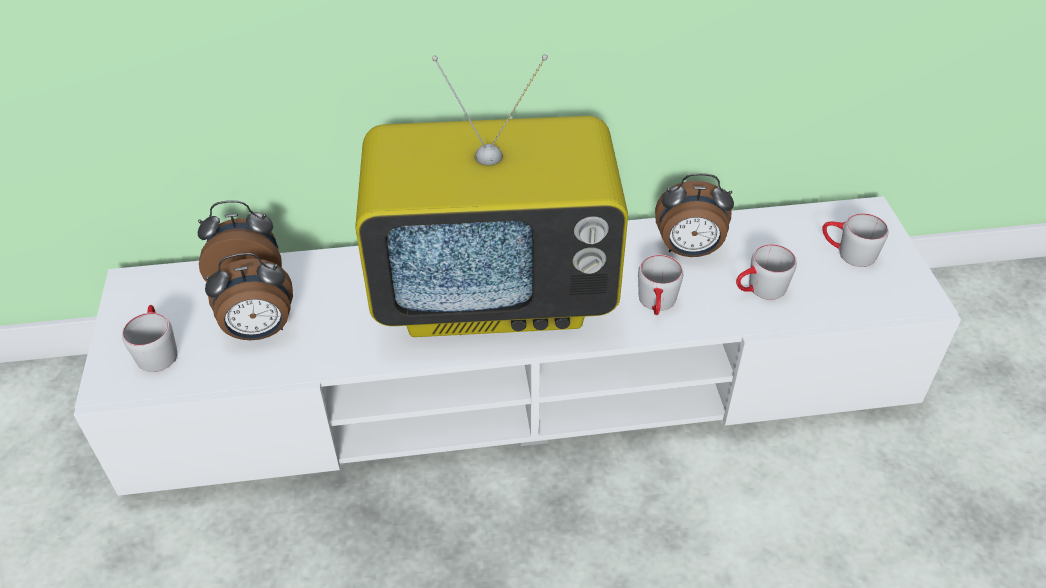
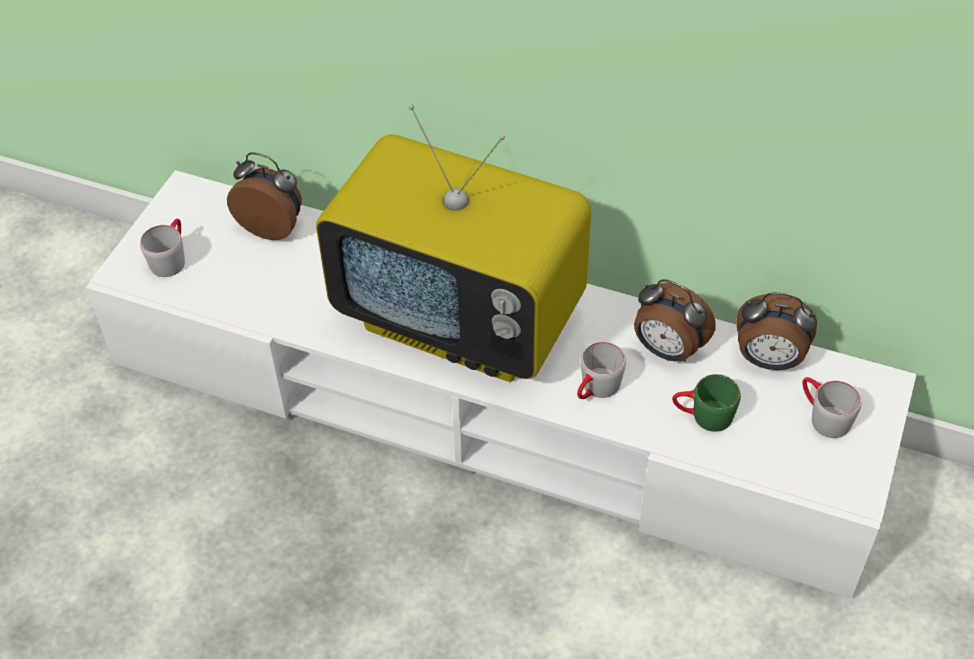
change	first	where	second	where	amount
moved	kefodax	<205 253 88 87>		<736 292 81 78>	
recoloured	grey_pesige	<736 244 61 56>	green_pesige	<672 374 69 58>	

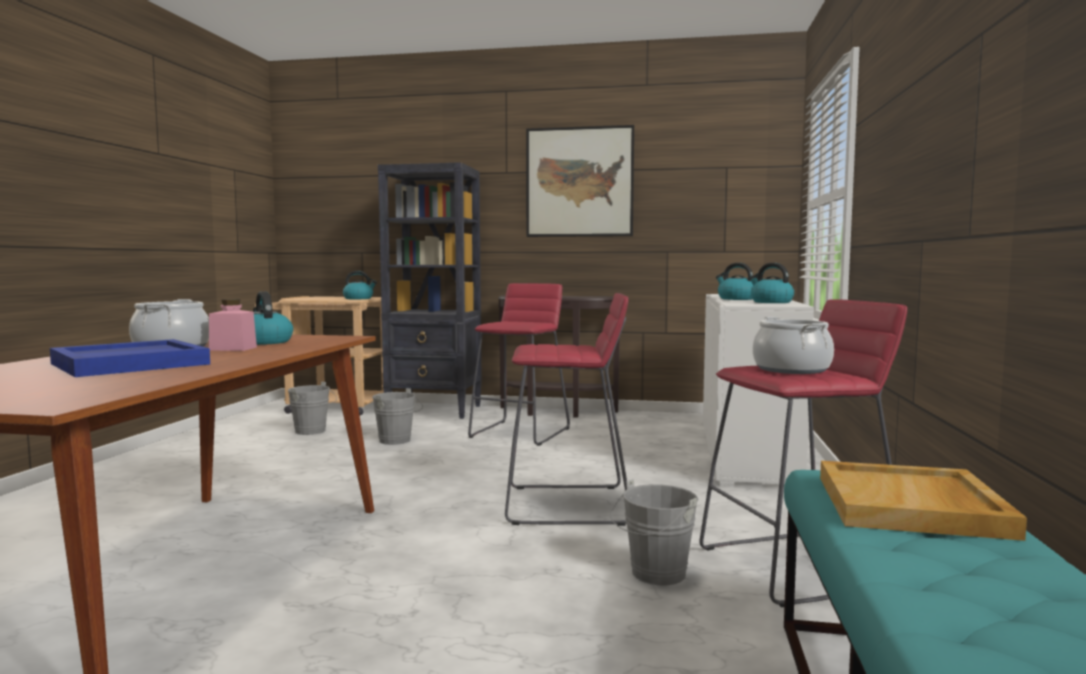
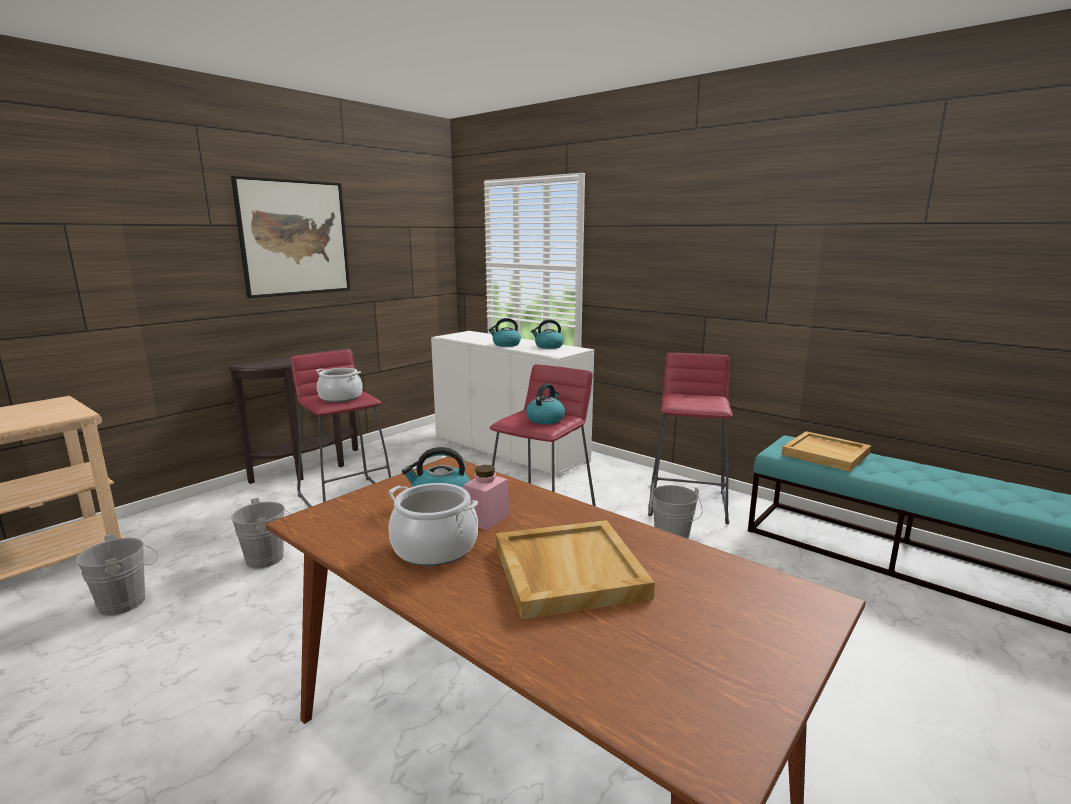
change	first	where	second	where	amount
removed	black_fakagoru	<378 162 104 257>			
moved	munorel	<343 271 34 28>		<526 383 39 41>	
moved	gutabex	<752 317 82 57>		<316 368 47 34>	
recoloured	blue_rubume	<50 339 160 38>	beige_rubume	<496 520 159 100>	

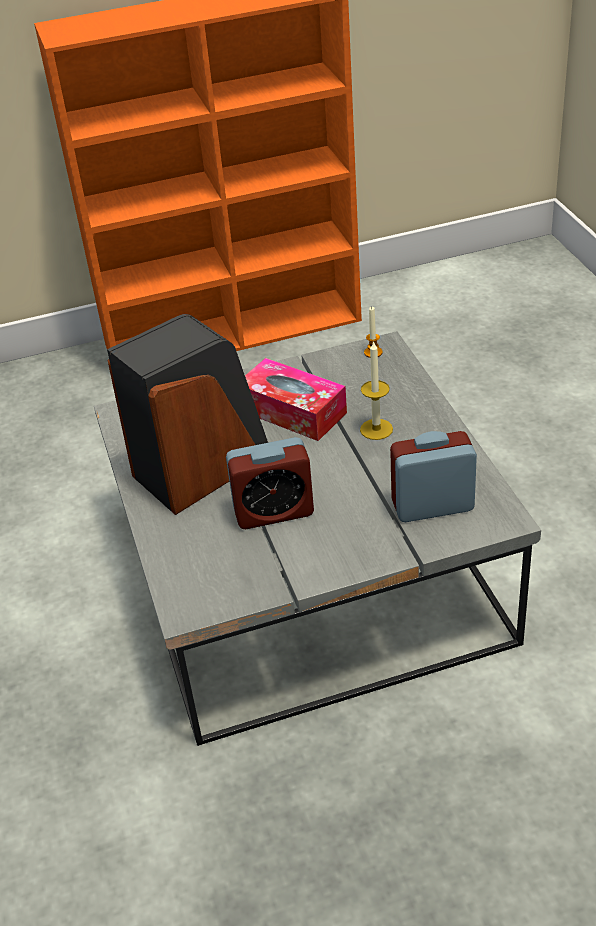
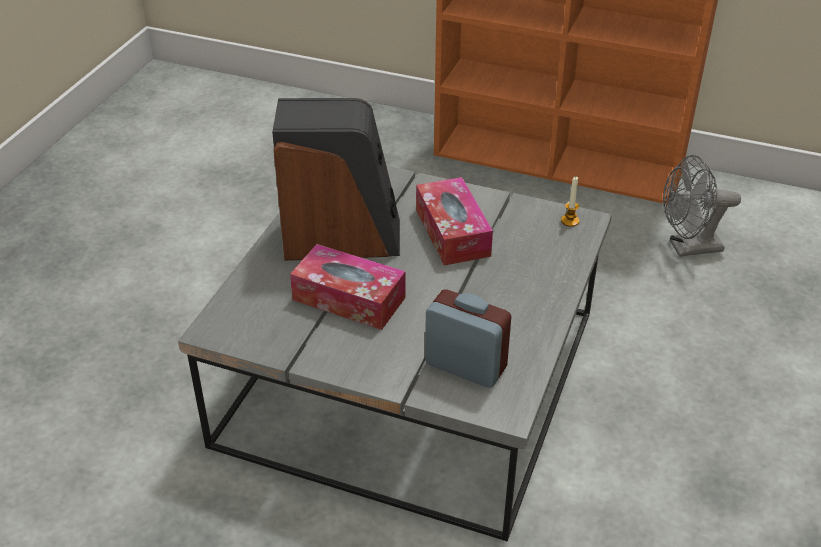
change	first	where	second	where	amount
removed	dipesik	<360 340 33 100>			
added			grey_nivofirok	<663 155 78 102>	
replaced	kefodax	<226 437 88 92>	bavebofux	<290 244 116 86>	

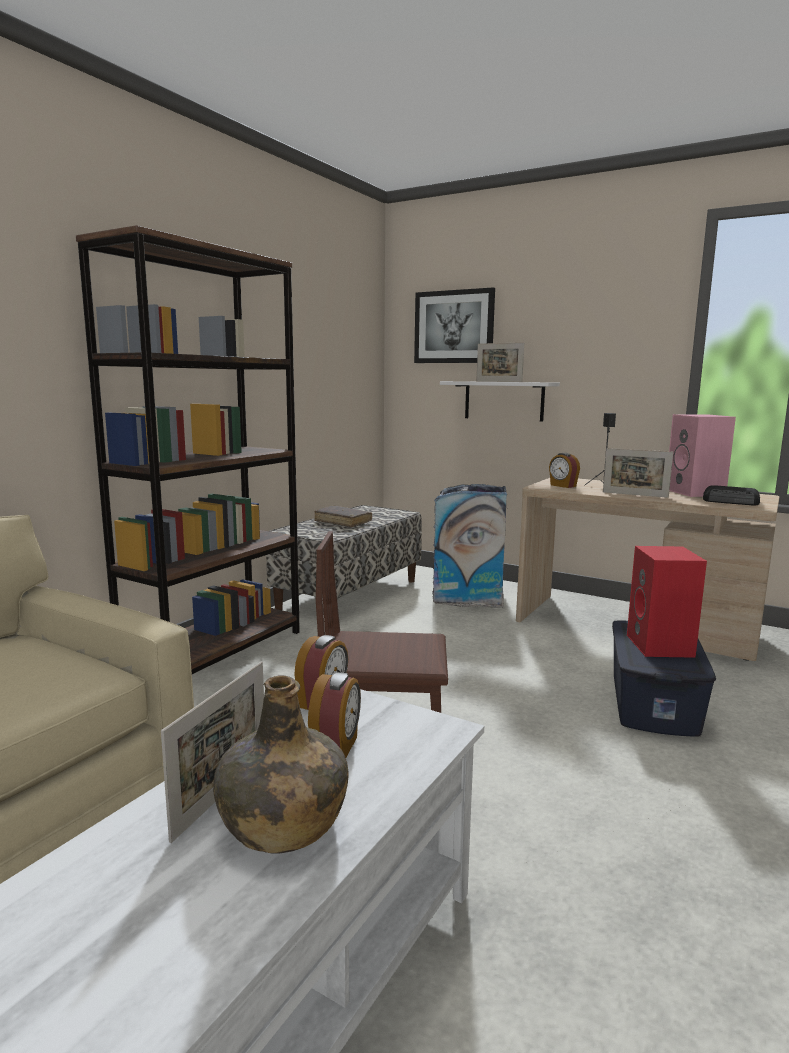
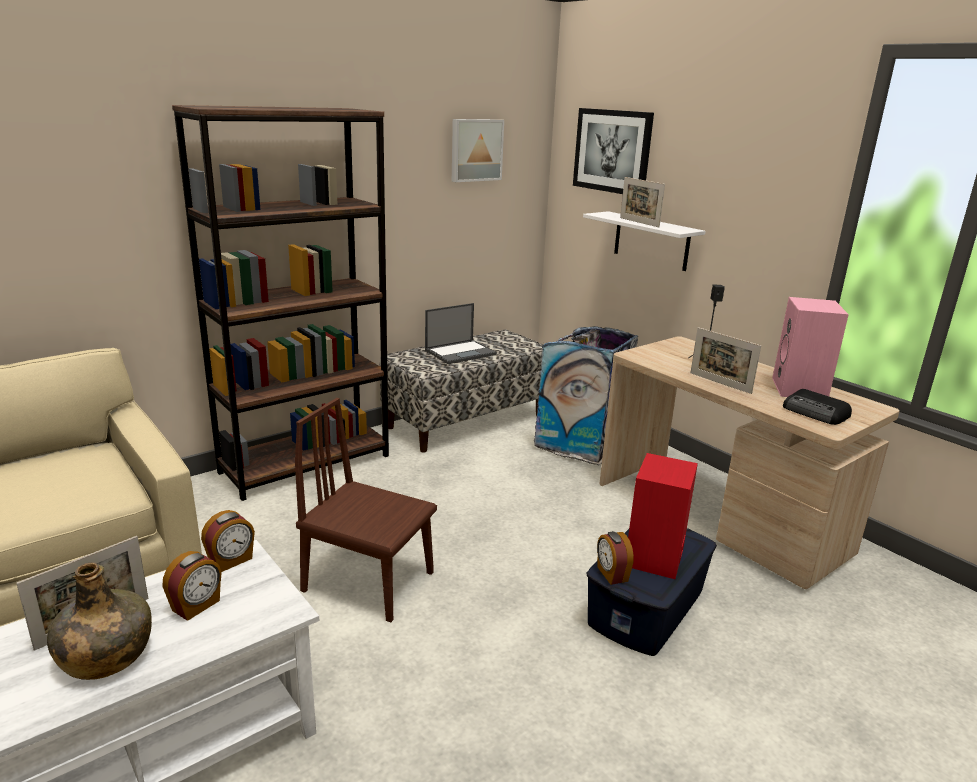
change	first	where	second	where	amount
added			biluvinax	<452 119 52 63>	
moved	kefodax	<549 453 31 35>		<597 531 37 54>	
replaced	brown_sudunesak	<314 505 58 22>	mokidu	<425 303 72 61>	

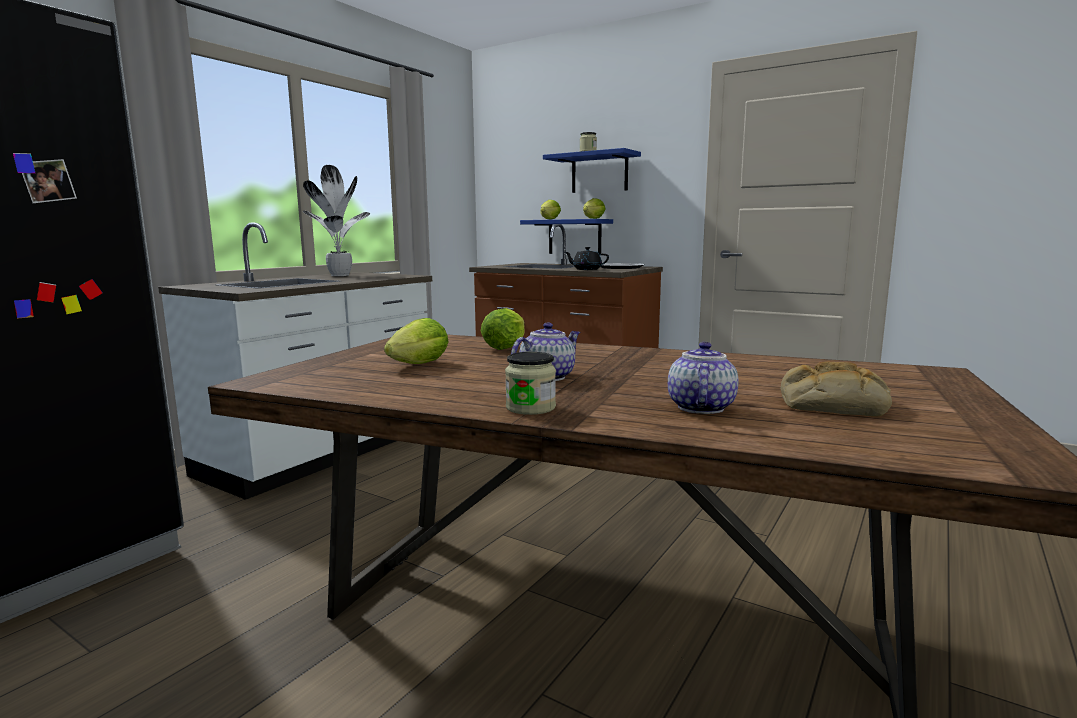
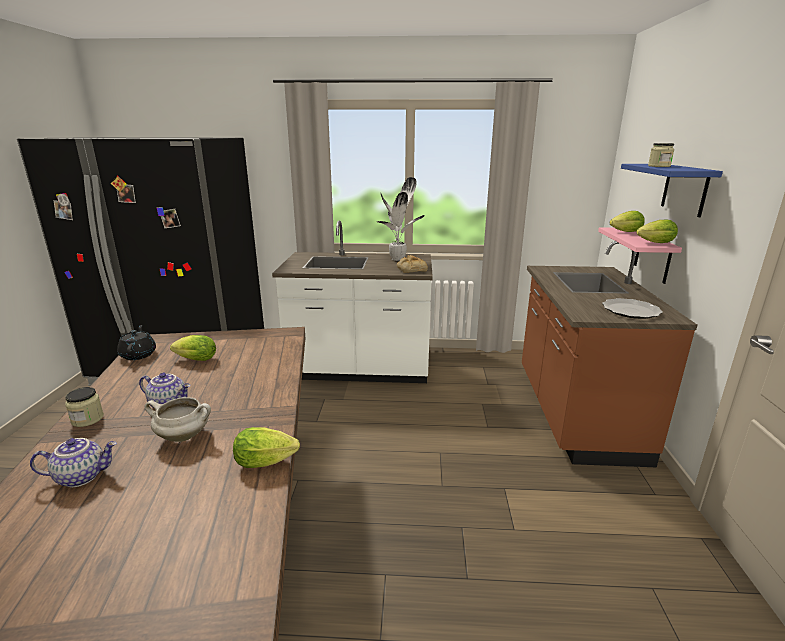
change	first	where	second	where	amount
added			white_gutabex	<145 397 66 45>	
moved	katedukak	<481 308 44 42>		<233 427 67 41>	
moved	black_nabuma	<565 247 44 23>		<117 325 39 35>	
moved	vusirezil	<780 362 112 54>		<397 255 31 18>	
recoloured	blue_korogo	<520 219 93 35>	pink_korogo	<598 227 84 57>	

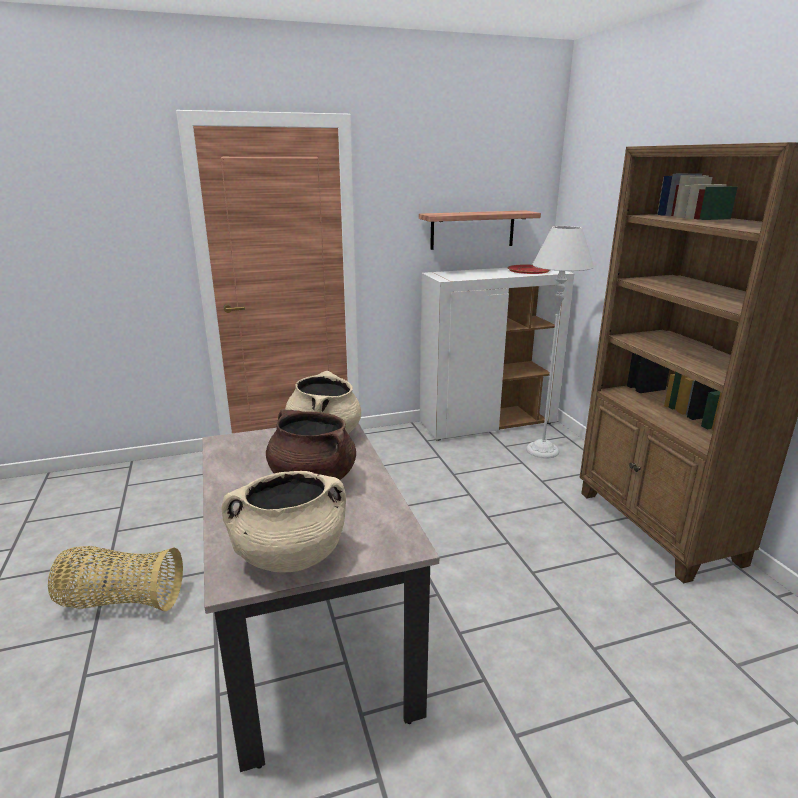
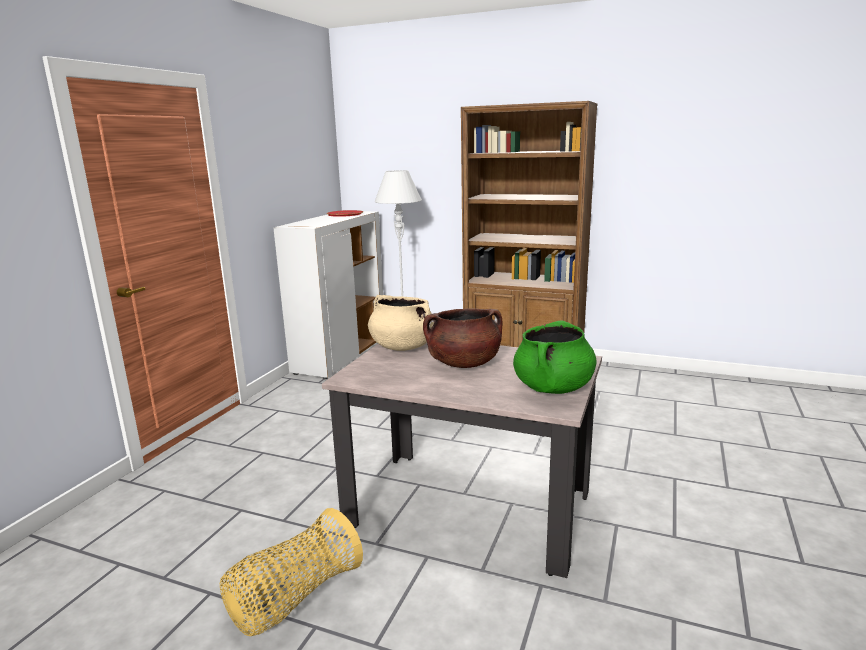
change	first	where	second	where	amount
removed	korogo	<419 210 122 40>			
recoloured	beige_gutabex	<222 471 124 102>	green_gutabex	<513 320 84 74>	

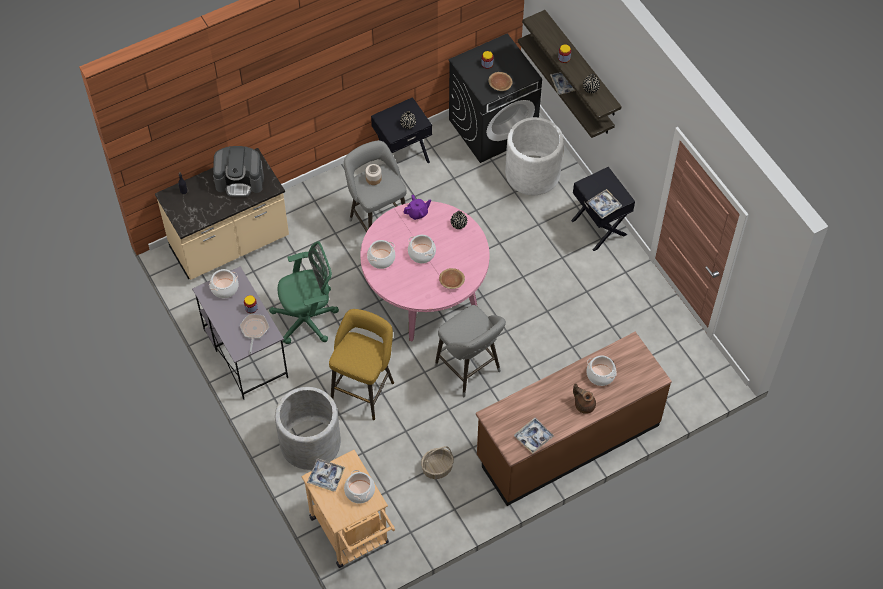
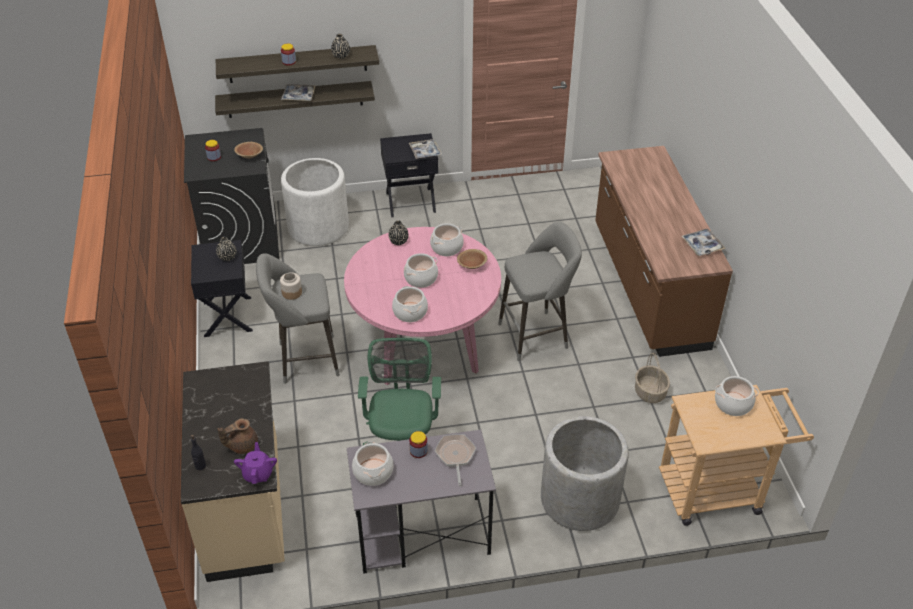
change	first	where	second	where	amount
removed	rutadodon	<213 146 51 51>			
removed	rubume	<307 458 38 33>			
removed	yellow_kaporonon	<329 309 65 111>			
moved	purple_nabuma	<404 195 27 25>		<234 442 43 42>	
moved	brown_nabuma	<573 383 23 31>		<217 418 41 36>	
moved	gutabex	<586 356 31 30>		<430 223 34 33>	
turned	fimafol	<240 314 29 40>		<435 434 41 52>	60 degrees clockwise

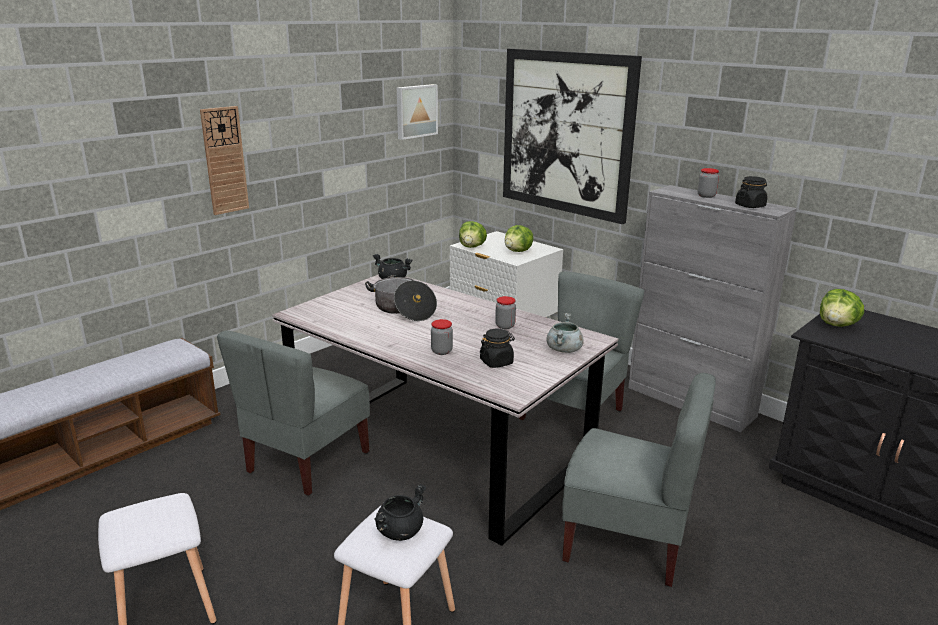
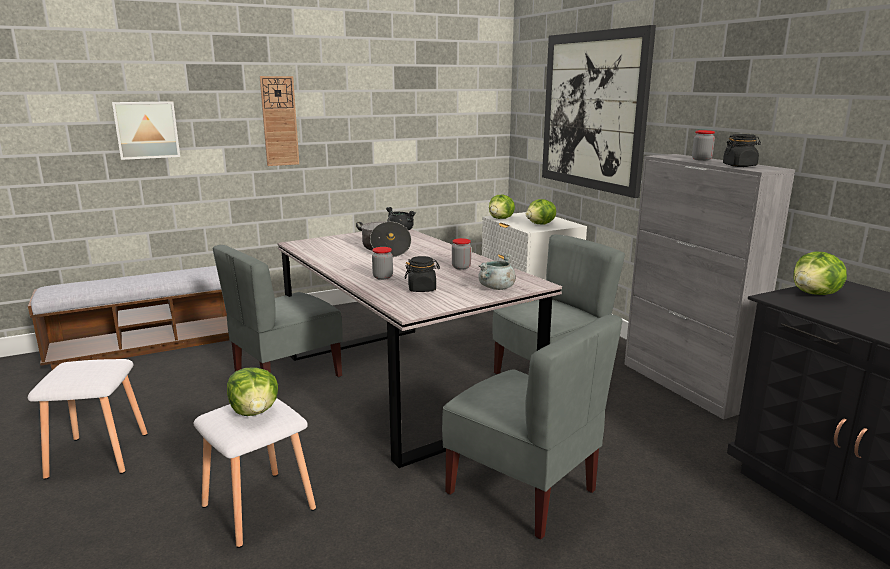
change	first	where	second	where	amount
moved	biluvinax	<397 84 41 56>		<112 101 68 59>	
replaced	black_gutabex	<375 483 51 58>	katedukak	<227 367 51 49>	

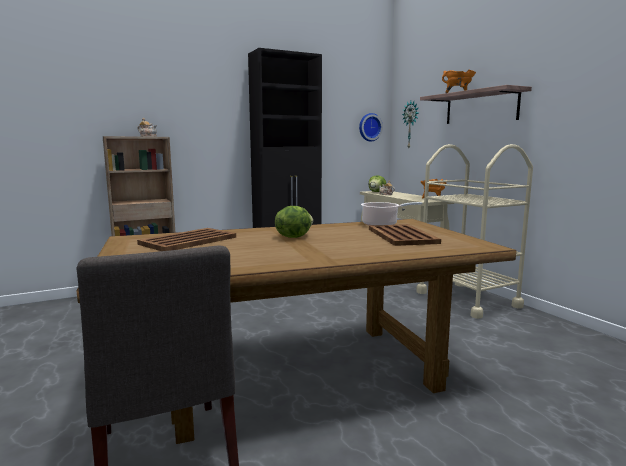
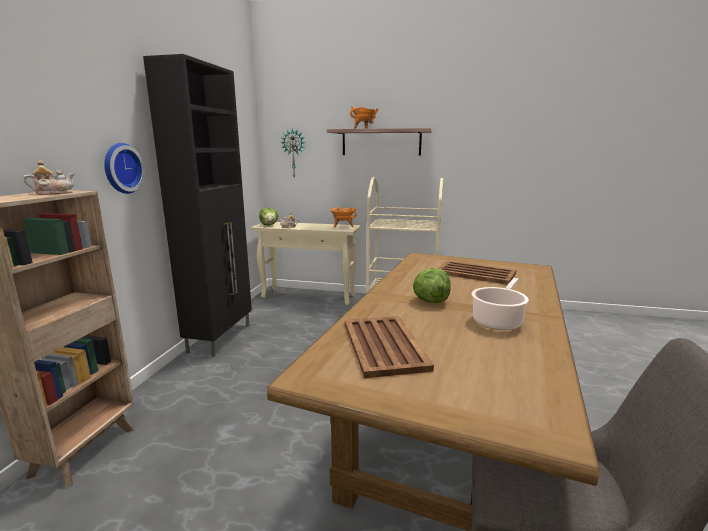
change	first	where	second	where	amount
moved	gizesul	<359 113 24 29>		<104 143 41 51>	
moved	gutabex	<361 202 61 24>		<472 278 57 52>	

